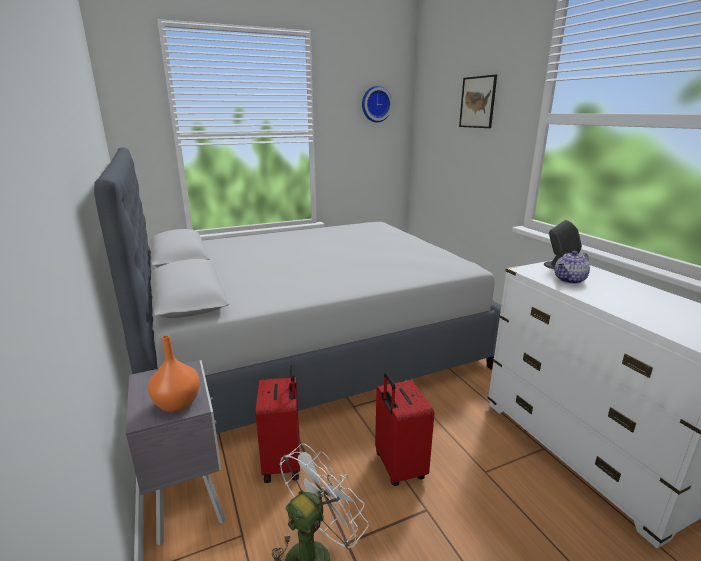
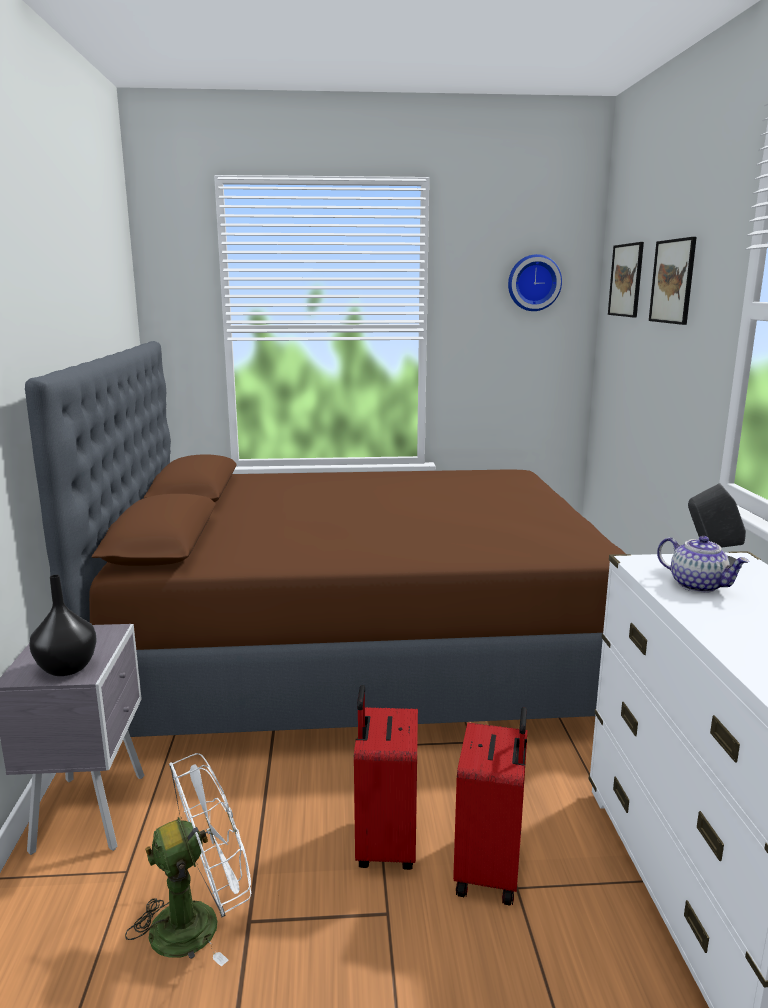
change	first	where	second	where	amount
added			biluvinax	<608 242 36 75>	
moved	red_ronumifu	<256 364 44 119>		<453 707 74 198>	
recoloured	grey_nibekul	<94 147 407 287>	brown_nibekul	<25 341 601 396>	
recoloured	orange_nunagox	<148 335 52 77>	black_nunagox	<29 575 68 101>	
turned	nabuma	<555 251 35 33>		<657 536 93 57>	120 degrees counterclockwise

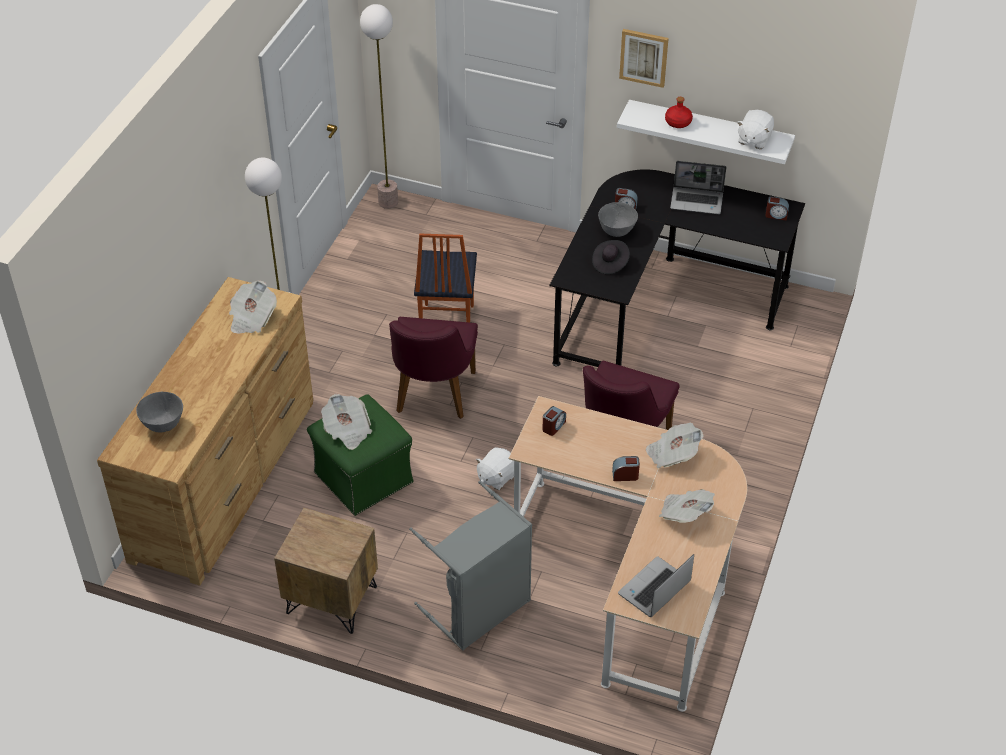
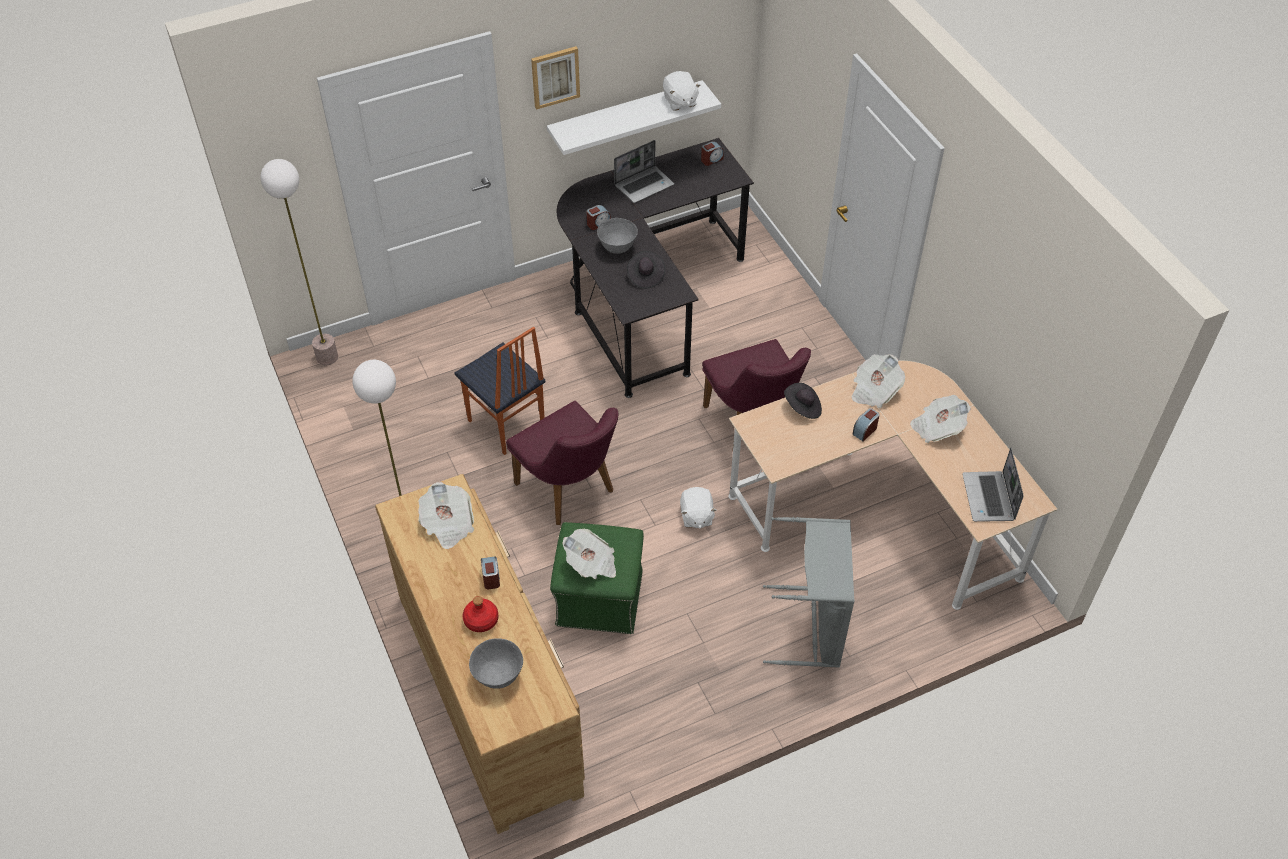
change	first	where	second	where	amount
removed	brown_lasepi	<274 508 104 126>			
added			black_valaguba	<784 383 38 36>	
moved	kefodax	<543 406 23 30>		<481 556 19 33>	
moved	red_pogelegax	<665 97 28 31>		<463 596 35 36>	

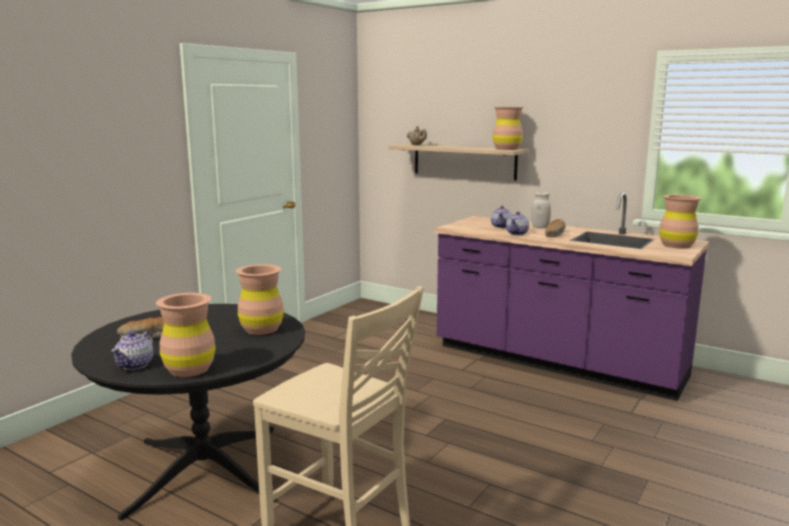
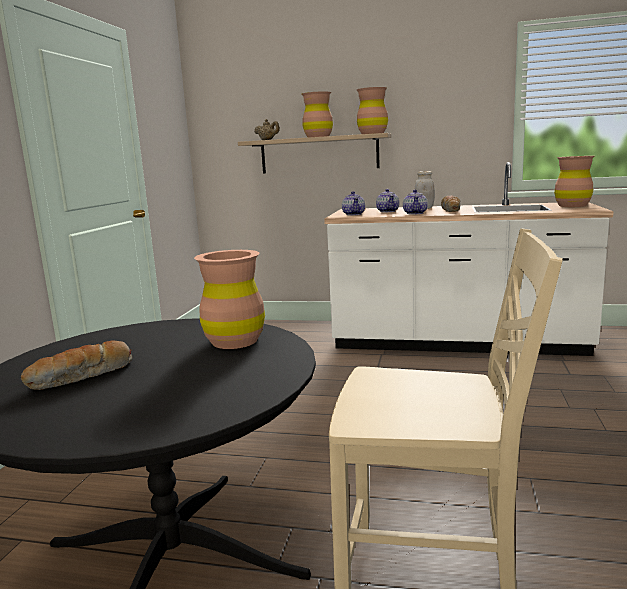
change	first	where	second	where	amount
moved	nabuma	<111 331 42 39>		<342 191 23 24>	
moved	brown_nunagox	<156 293 60 84>		<302 91 31 47>	
recoloured	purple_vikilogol	<435 193 274 208>	white_vikilogol	<324 162 290 194>	

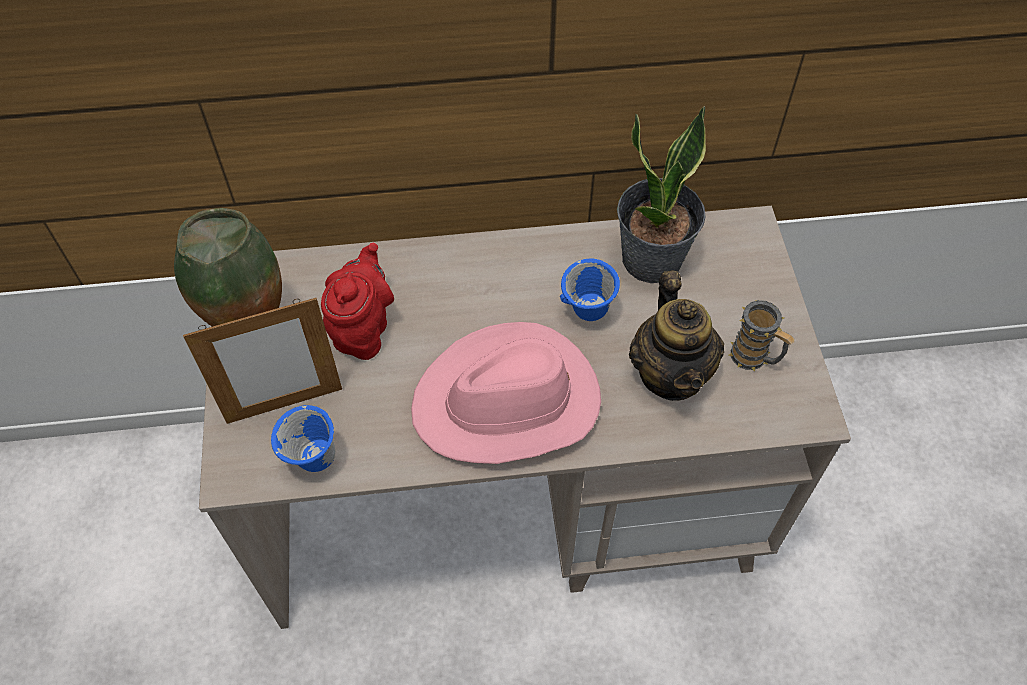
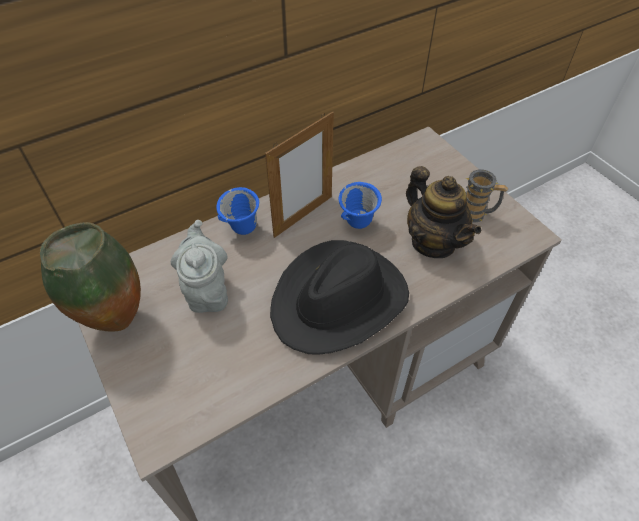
change	first	where	second	where	amount
removed	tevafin	<617 106 89 177>			
moved	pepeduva	<183 298 159 126>		<265 111 69 127>	
moved	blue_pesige	<271 405 64 67>		<216 187 43 48>	
recoloured	red_nabuma	<321 243 73 117>	grey_nabuma	<171 220 57 93>	
recoloured	pink_valaguba	<411 322 190 142>	black_valaguba	<270 240 139 115>	

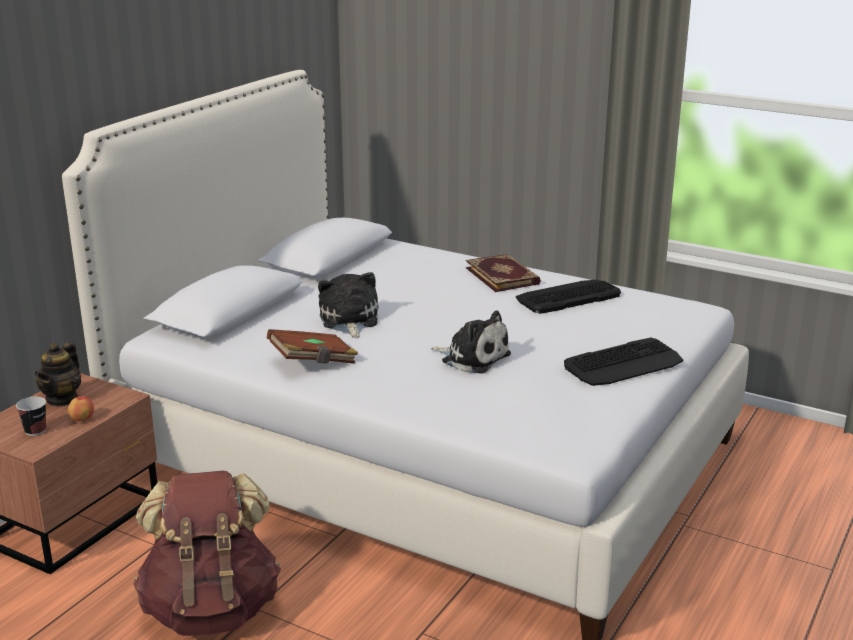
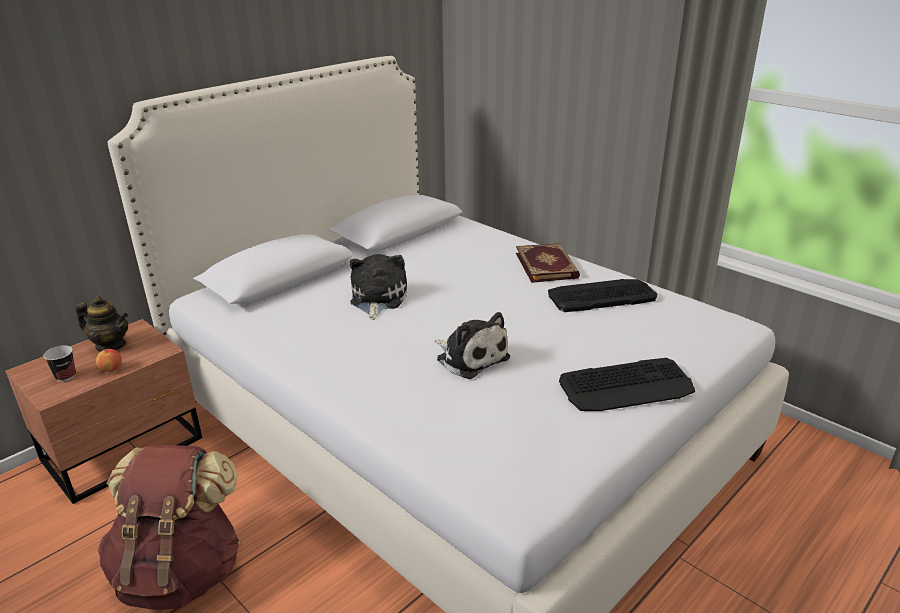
change	first	where	second	where	amount
removed	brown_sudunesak	<267 329 91 35>			
turned	nabuma	<34 342 47 64>		<75 296 53 56>	105 degrees counterclockwise

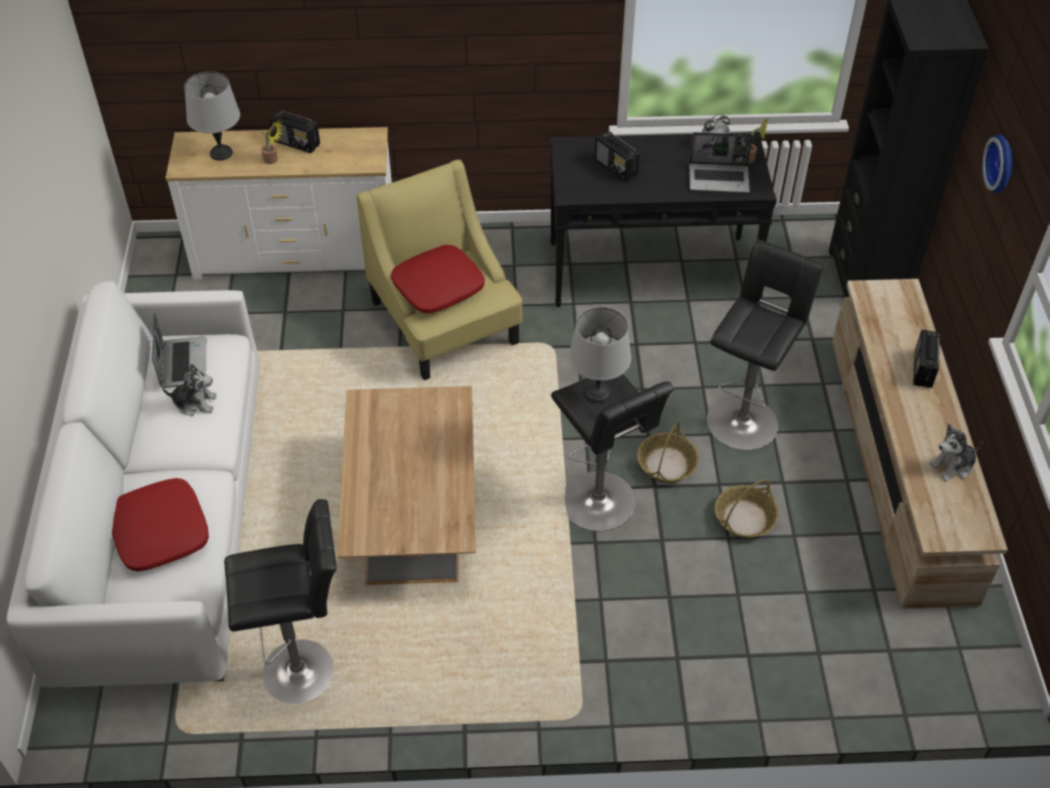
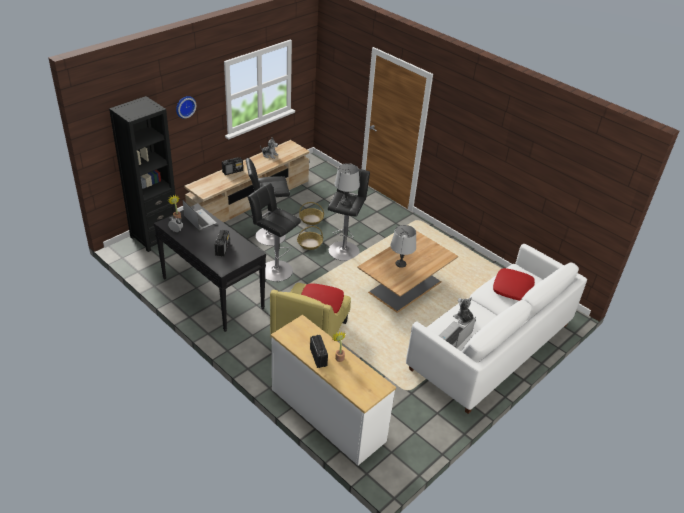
change	first	where	second	where	amount
moved	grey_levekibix	<184 71 56 90>		<390 225 26 43>	
moved	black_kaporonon	<224 499 113 205>		<248 183 53 99>	

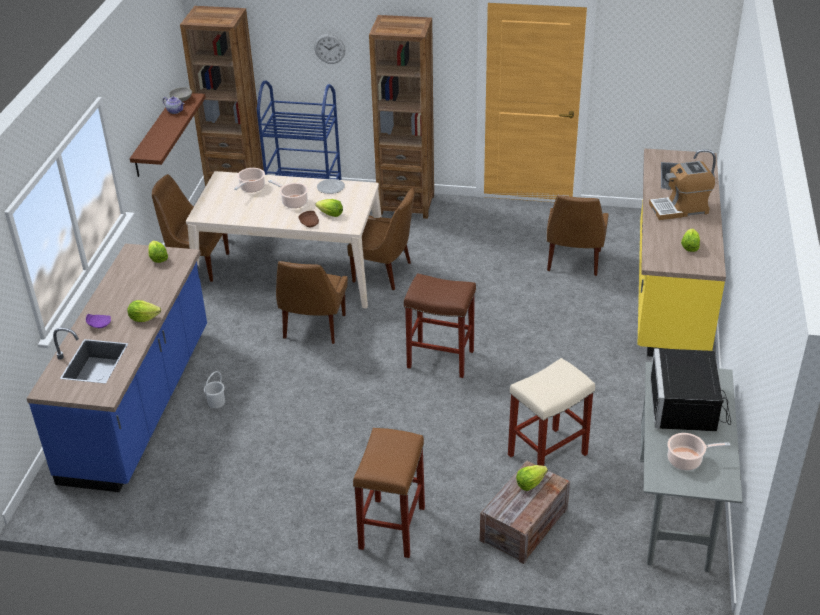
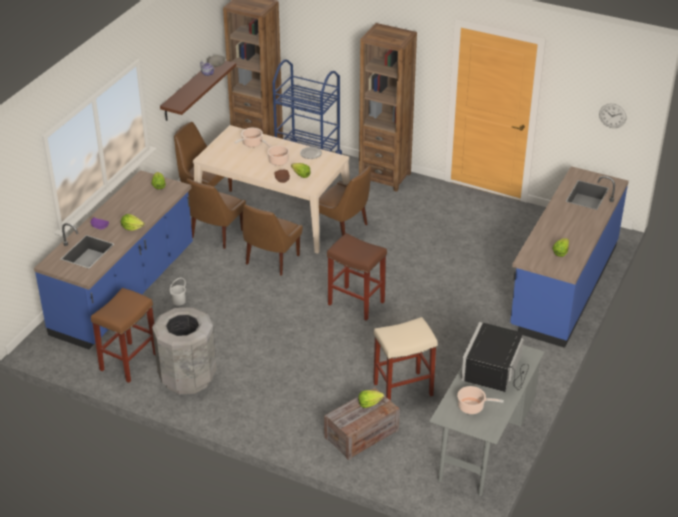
change	first	where	second	where	amount
removed	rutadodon	<649 161 66 59>			
added			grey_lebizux	<152 307 65 87>	
moved	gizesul	<314 34 31 30>		<599 103 27 25>	
moved	brown_kaporonon	<353 428 72 130>		<91 288 64 95>	
moved	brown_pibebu	<547 195 62 81>		<186 179 60 70>	
recoloured	yellow_vikilogol	<638 148 88 209>	blue_vikilogol	<510 166 119 182>	

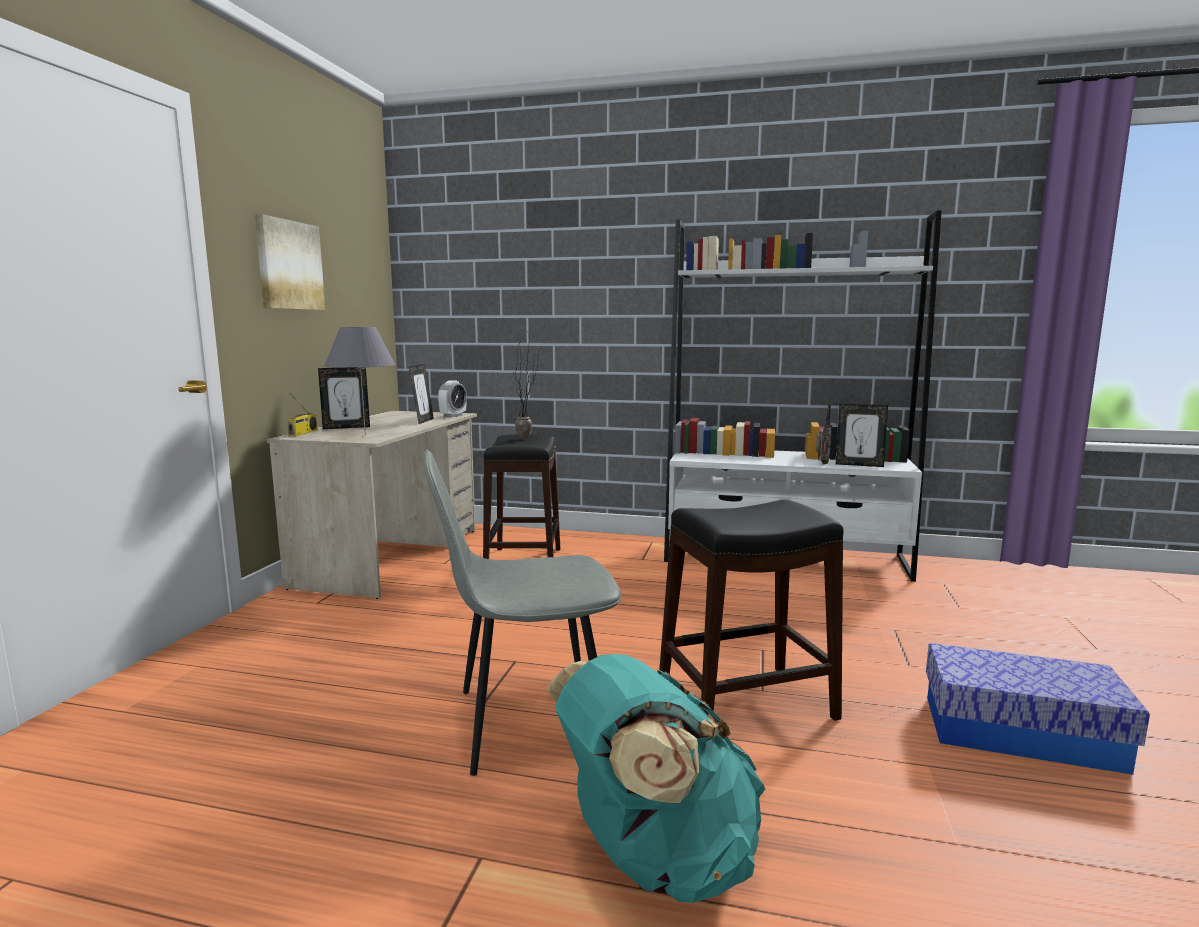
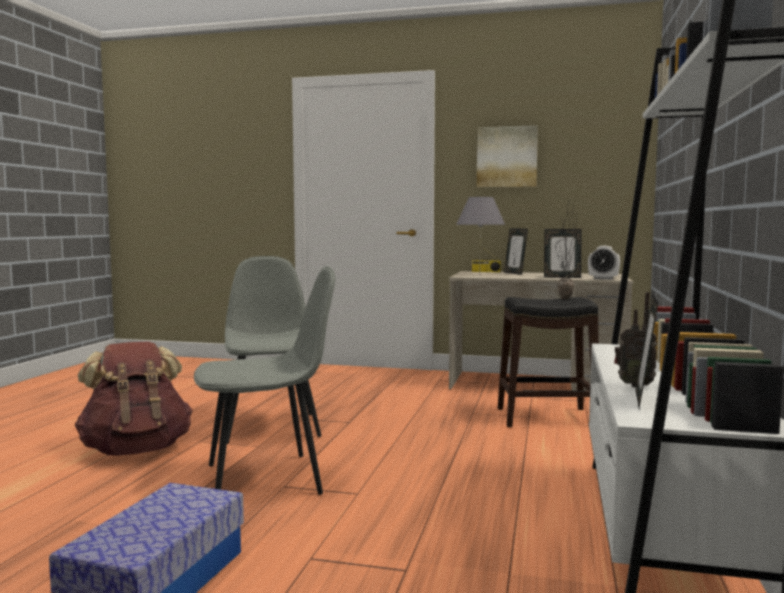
change	first	where	second	where	amount
replaced	black_kaporonon	<659 499 185 222>	grey_pibebu	<194 266 141 229>	
recoloured	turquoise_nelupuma	<547 654 218 249>	brown_nelupuma	<75 341 117 115>	

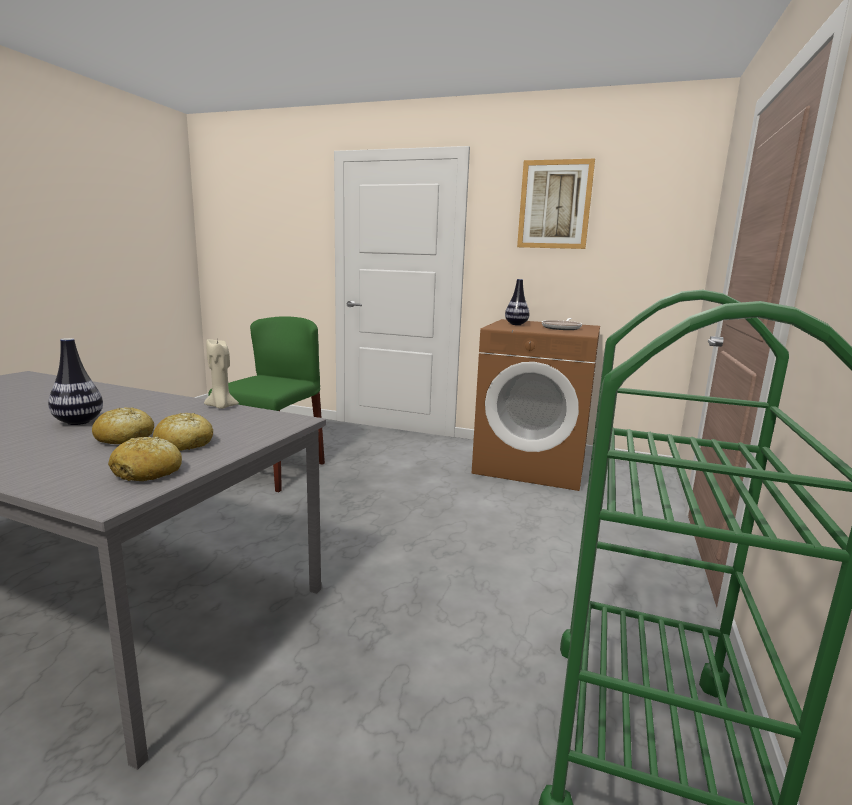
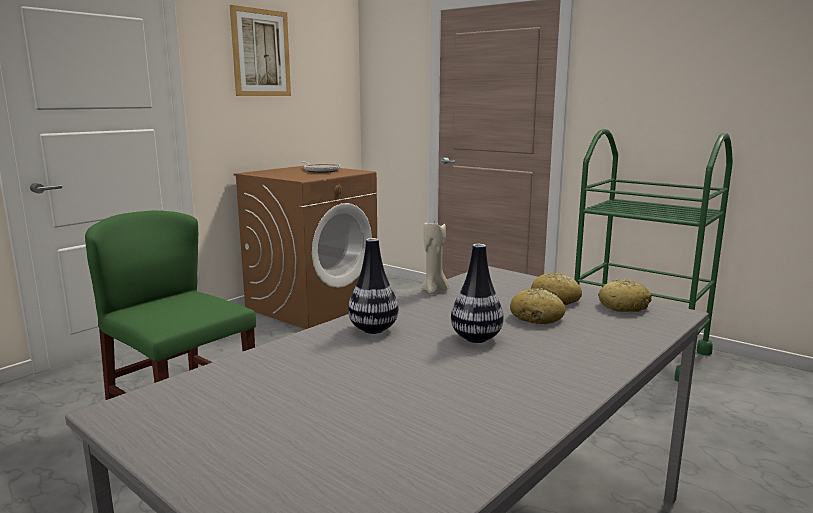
change	first	where	second	where	amount
moved	nunagox	<505 279 24 46>		<348 238 51 96>	

